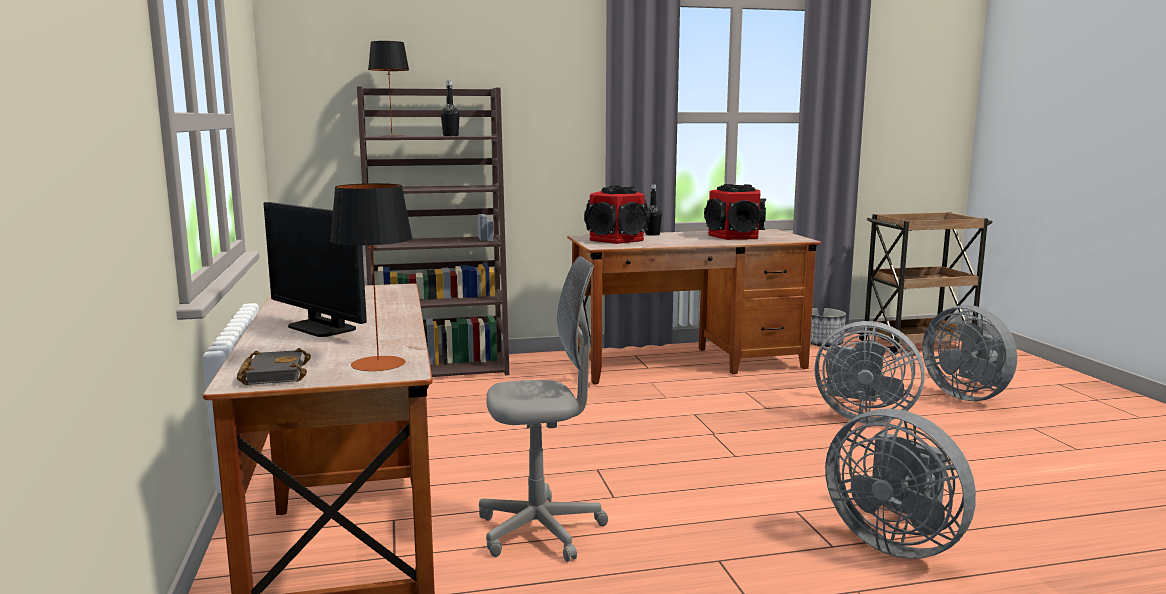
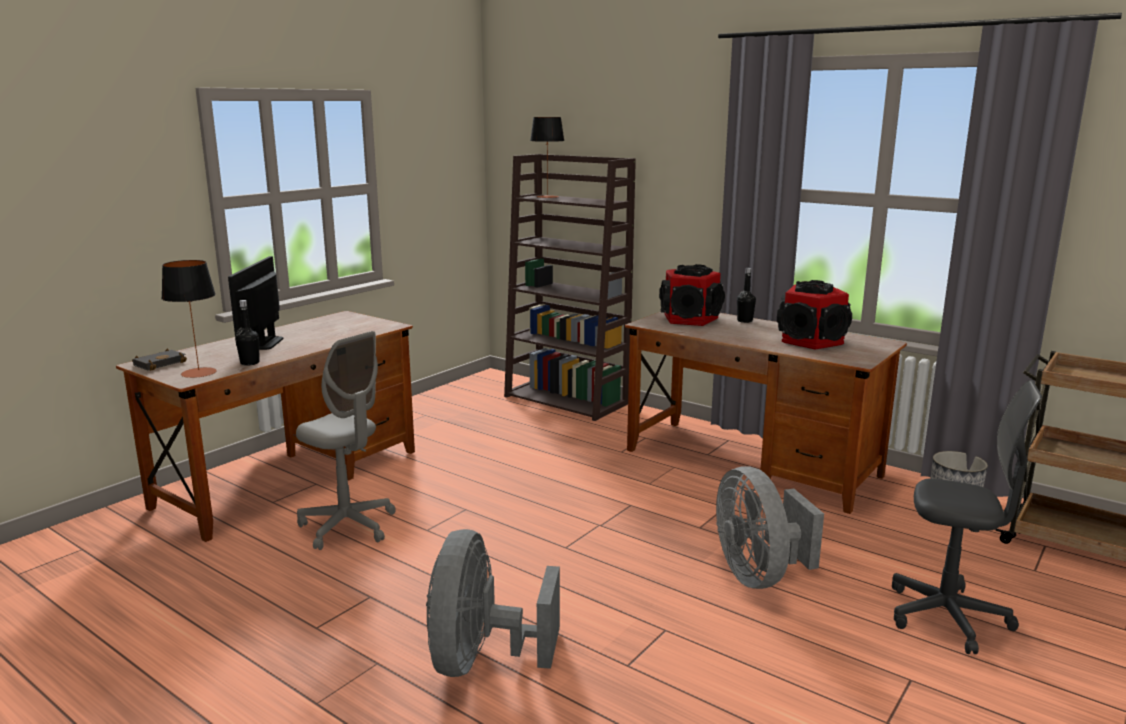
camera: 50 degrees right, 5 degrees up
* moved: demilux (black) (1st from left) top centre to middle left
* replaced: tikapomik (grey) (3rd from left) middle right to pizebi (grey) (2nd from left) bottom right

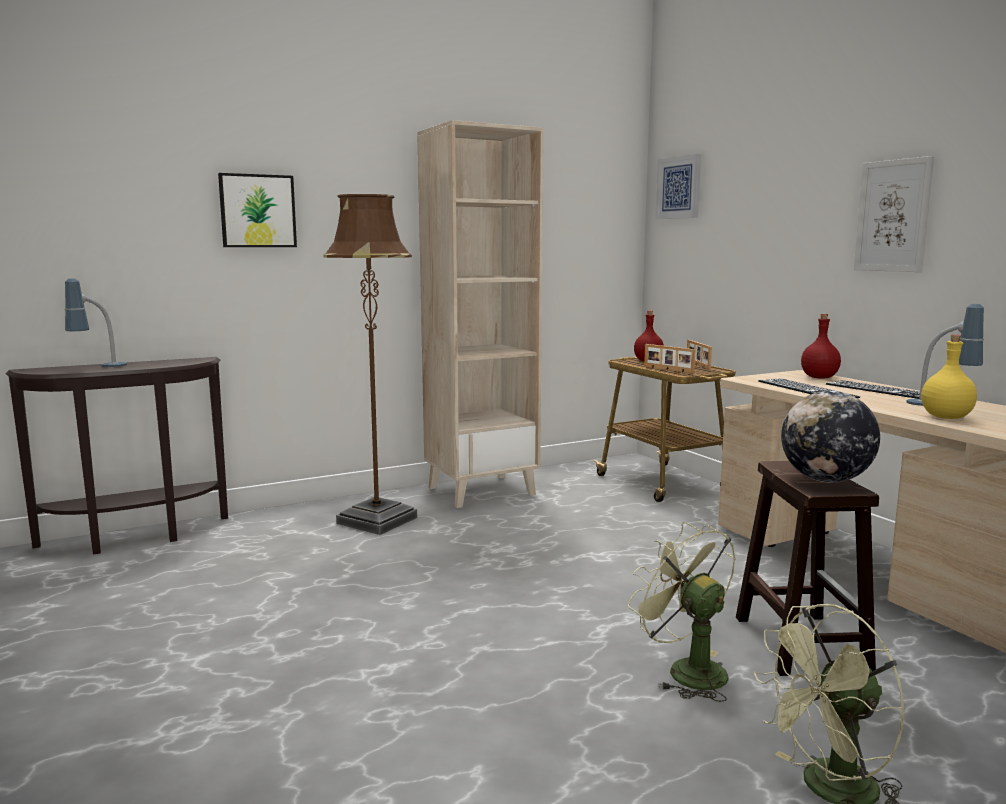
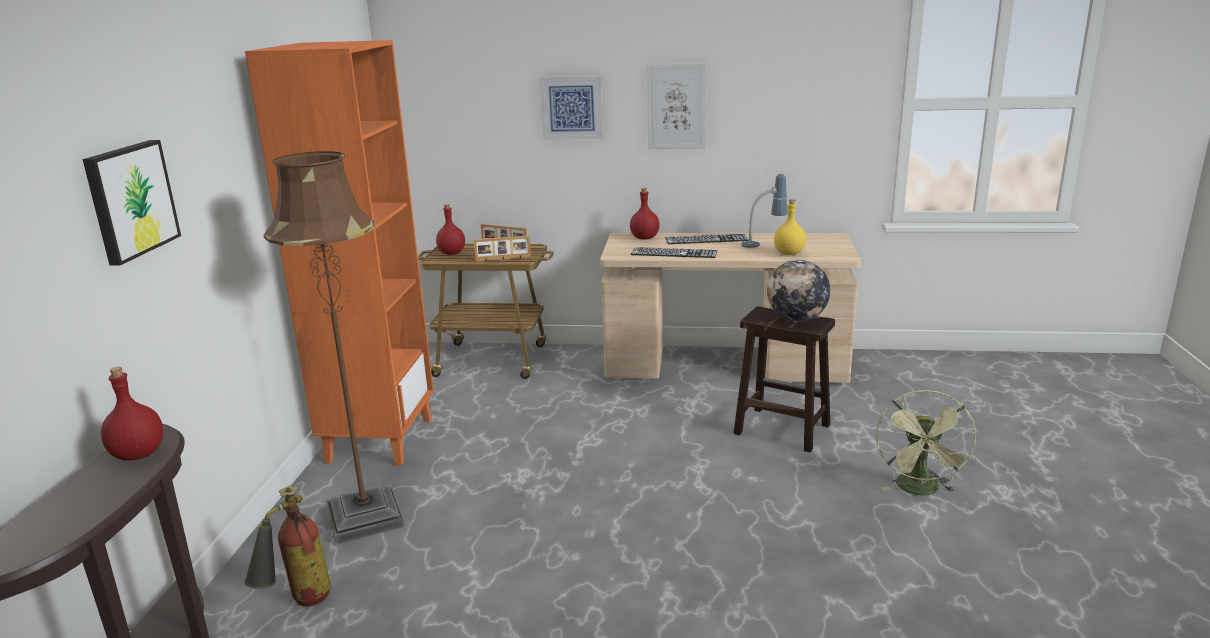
camera: 55 degrees left, 10 degrees up
* removed: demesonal (1st from left) middle left
* removed: tikapomik (green) (1st from left) bottom right
* added: demilux (red) (1st from left) middle left
* added: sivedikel bottom left
* moved: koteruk (2nd from left) top right to top centre
* recoloured: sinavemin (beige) centre to sinavemin (orange) middle left

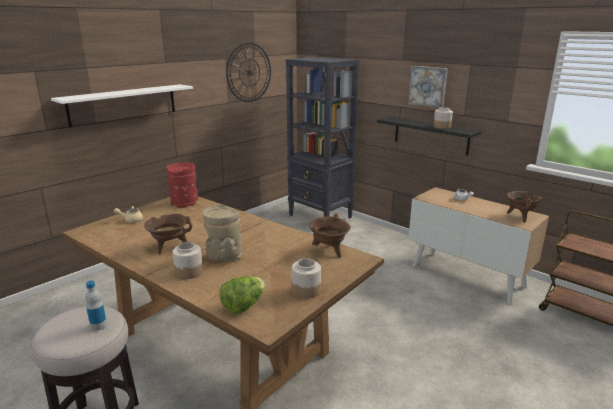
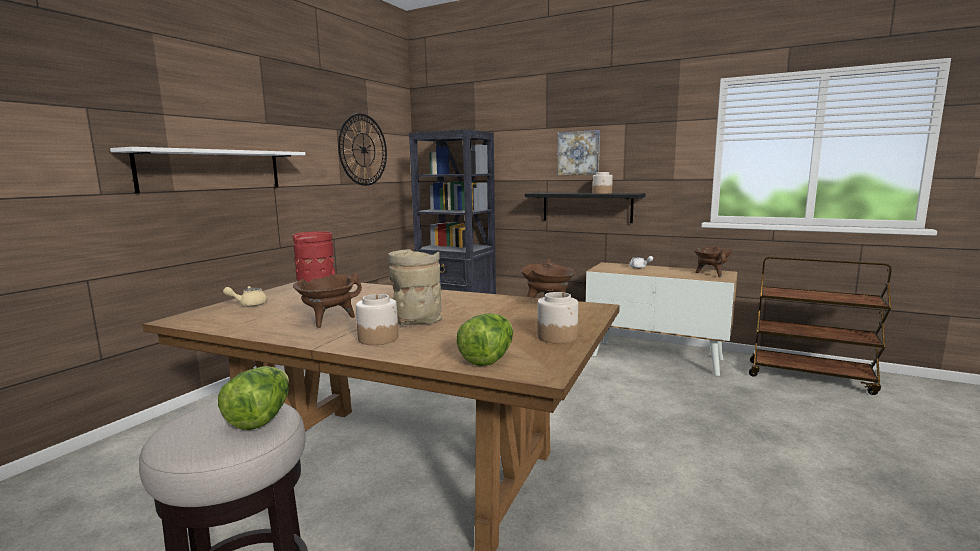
camera: 15 degrees left, 10 degrees down
* replaced: demilux bottom left to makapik (1st from left) bottom left

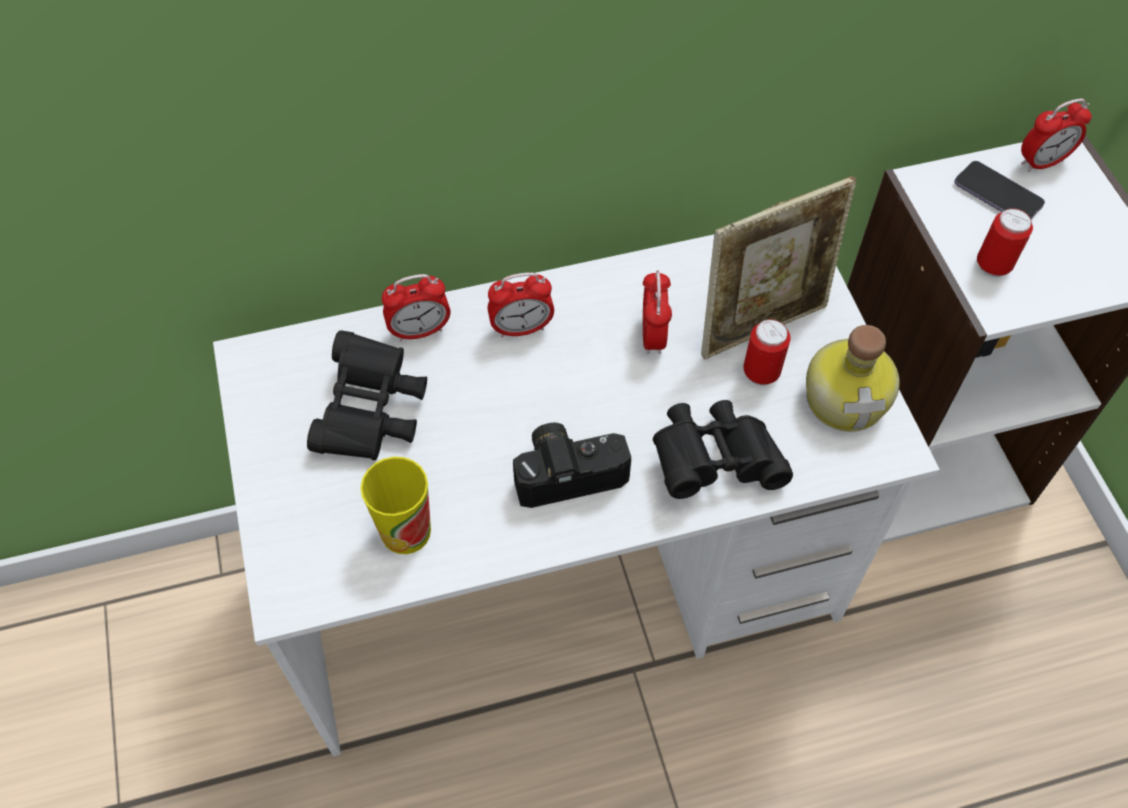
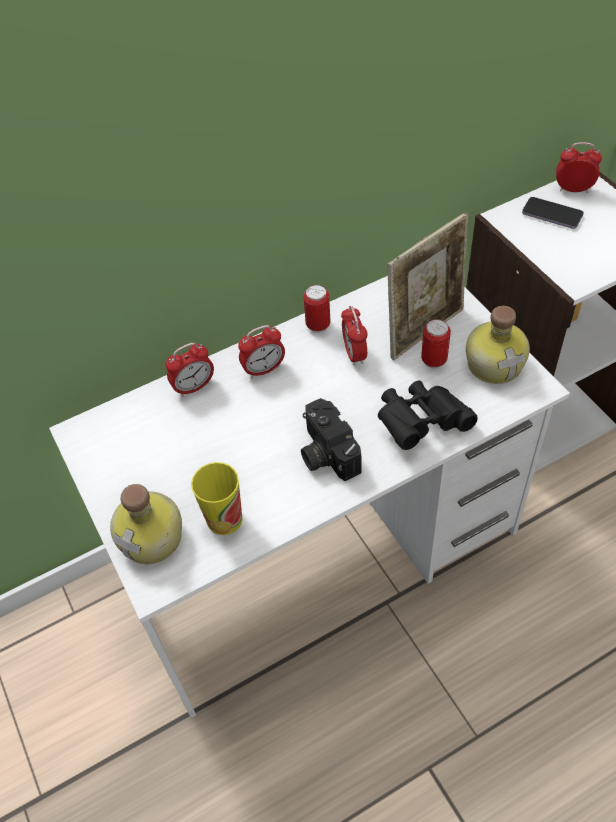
camera: 10 degrees left, 5 degrees down
* removed: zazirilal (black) (1st from left) middle left
* added: demilux (1st from left) middle left
* moved: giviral (2nd from left in the first image) top right to giviral (1st from left) centre
* turned: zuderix centre = centre 90 degrees counterclockwise
* turned: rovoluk (4th from left) top right = top right 135 degrees counterclockwise

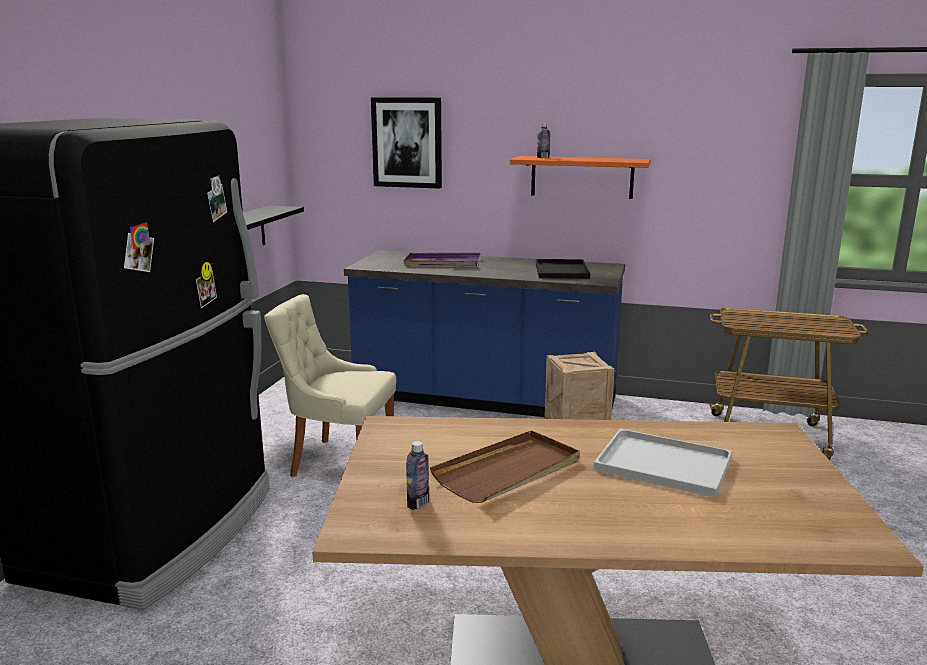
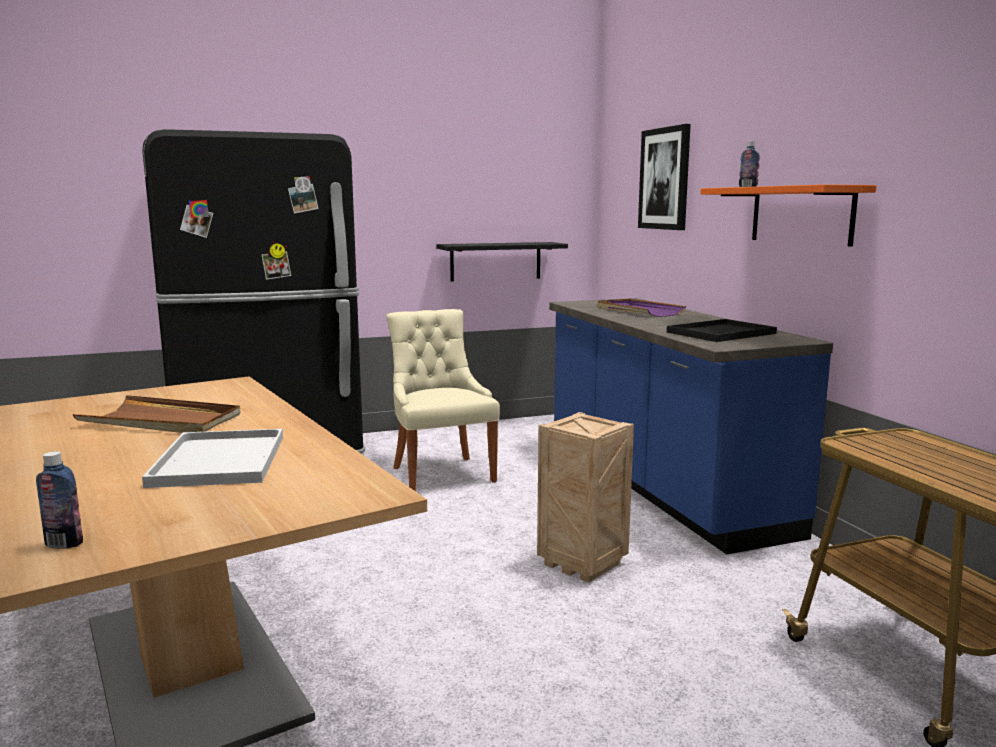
camera: 55 degrees right, 5 degrees down
* moved: demilux (1st from left) bottom centre to bottom left

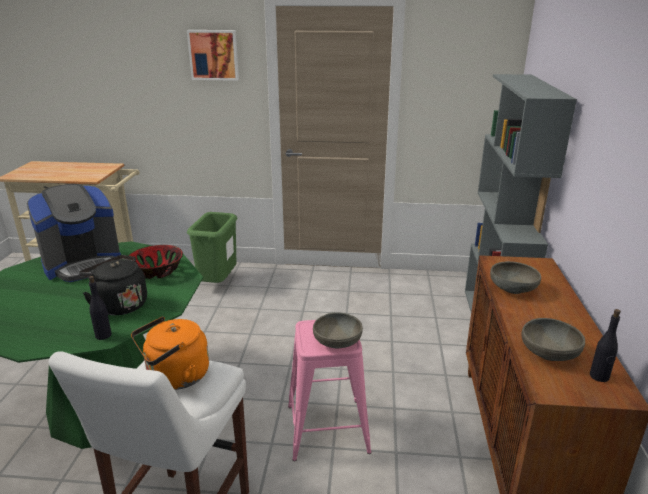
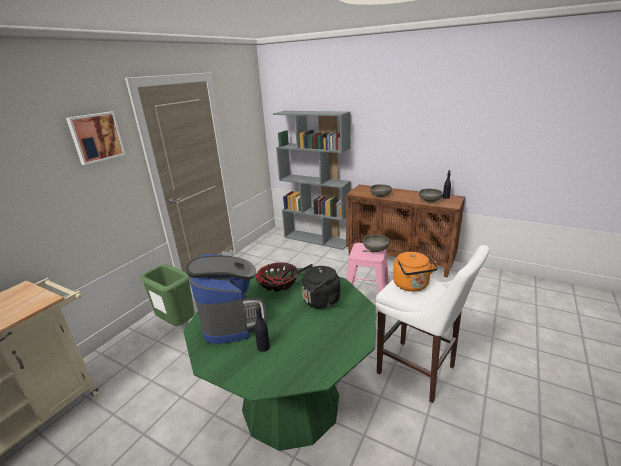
camera: 65 degrees left, 0 degrees up
* moved: demilux (black) (1st from left) middle left to bottom centre

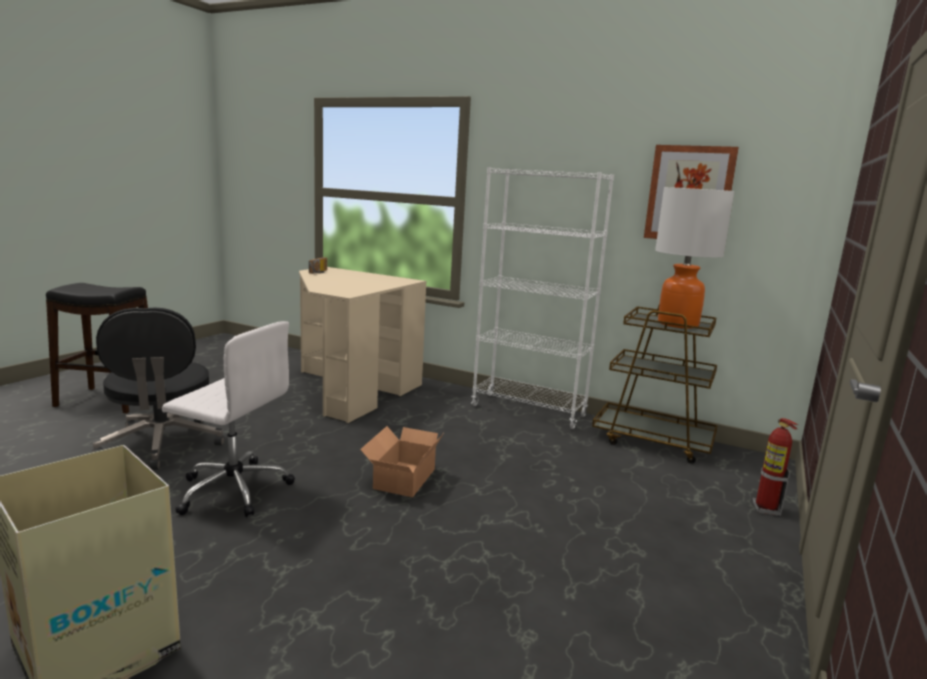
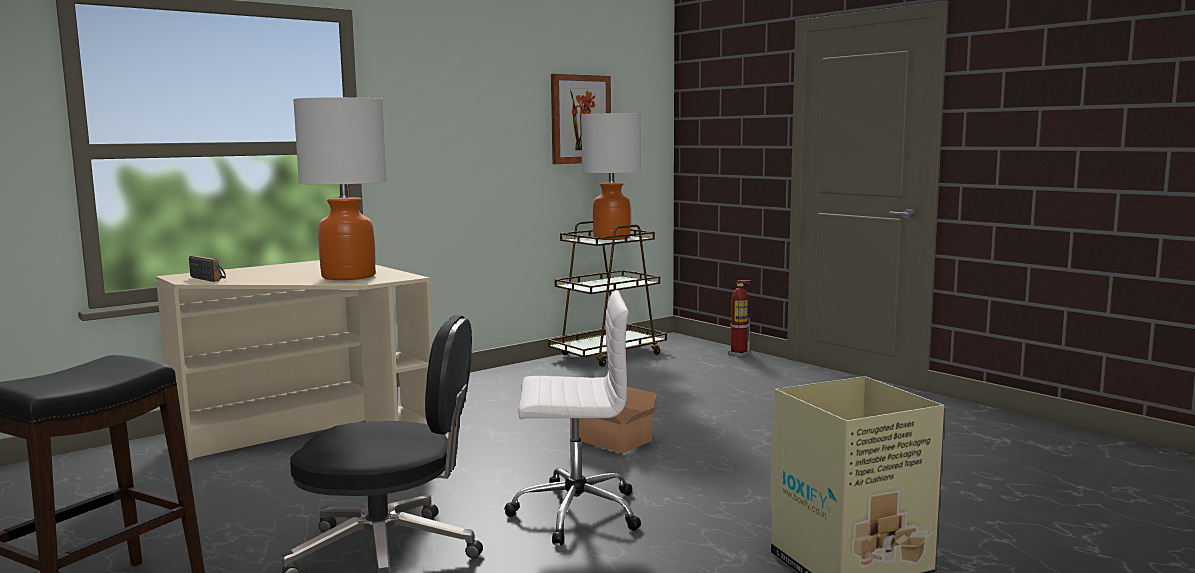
camera: 65 degrees left, 5 degrees down
* removed: sinavemin (white) centre
* added: demesonal (1st from left) top left
* turned: pizebi (white) middle left = bottom centre 45 degrees clockwise

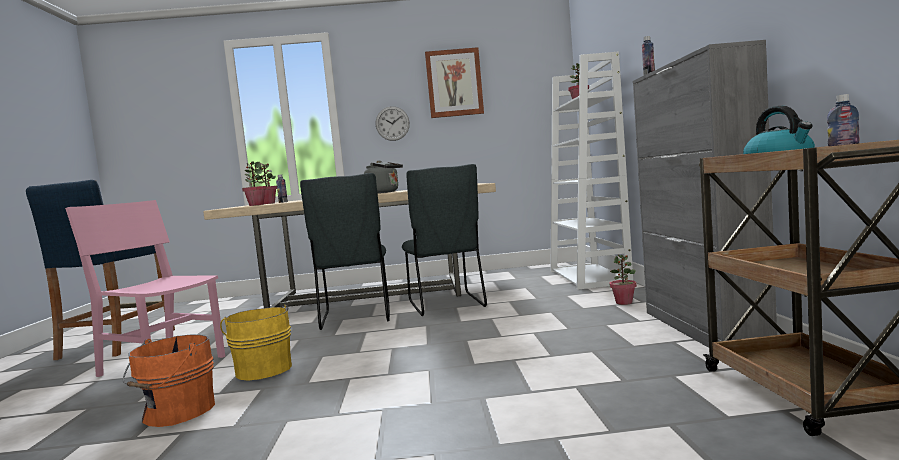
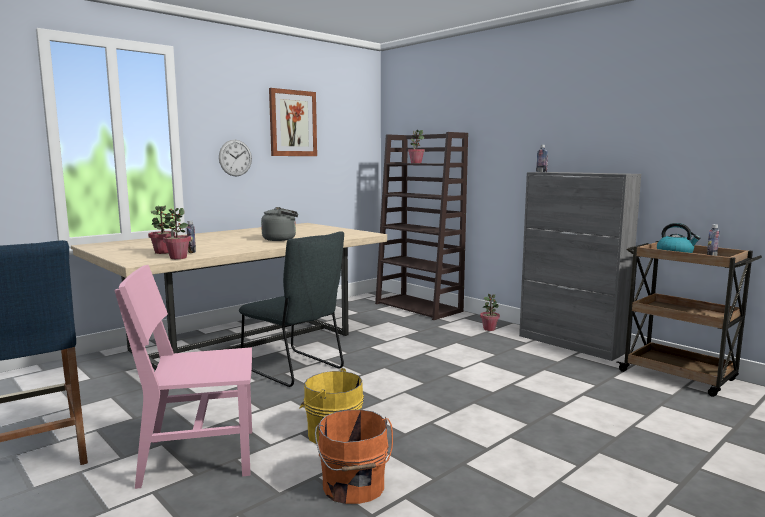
camera: 40 degrees left, 5 degrees up
* removed: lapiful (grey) (2nd from left) centre
* recoloured: sinavemin (white) centre to sinavemin (brown) centre

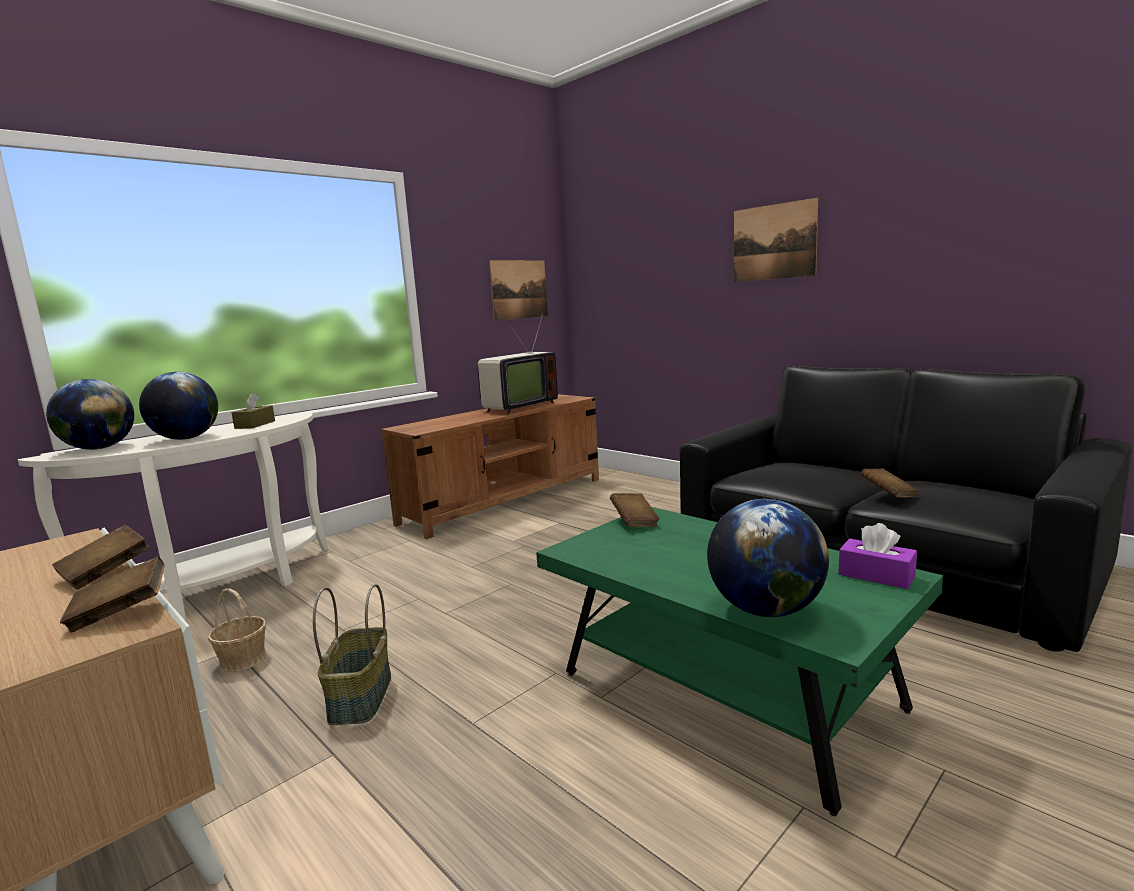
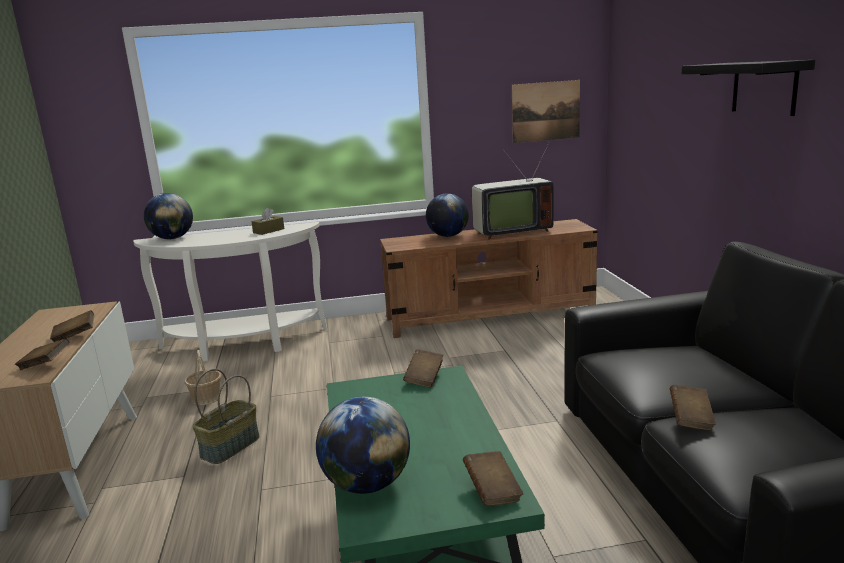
camera: 35 degrees right, 5 degrees up
* moved: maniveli (2nd from left in the first image) middle left to maniveli (3rd from left) centre
* replaced: koteruk (2nd from left) top right to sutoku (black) top right
* replaced: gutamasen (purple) middle right to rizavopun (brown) (4th from left) bottom centre

